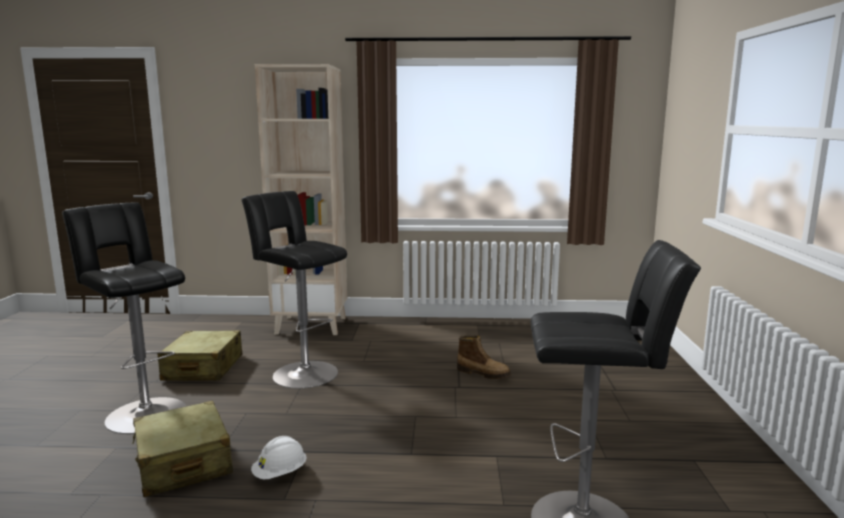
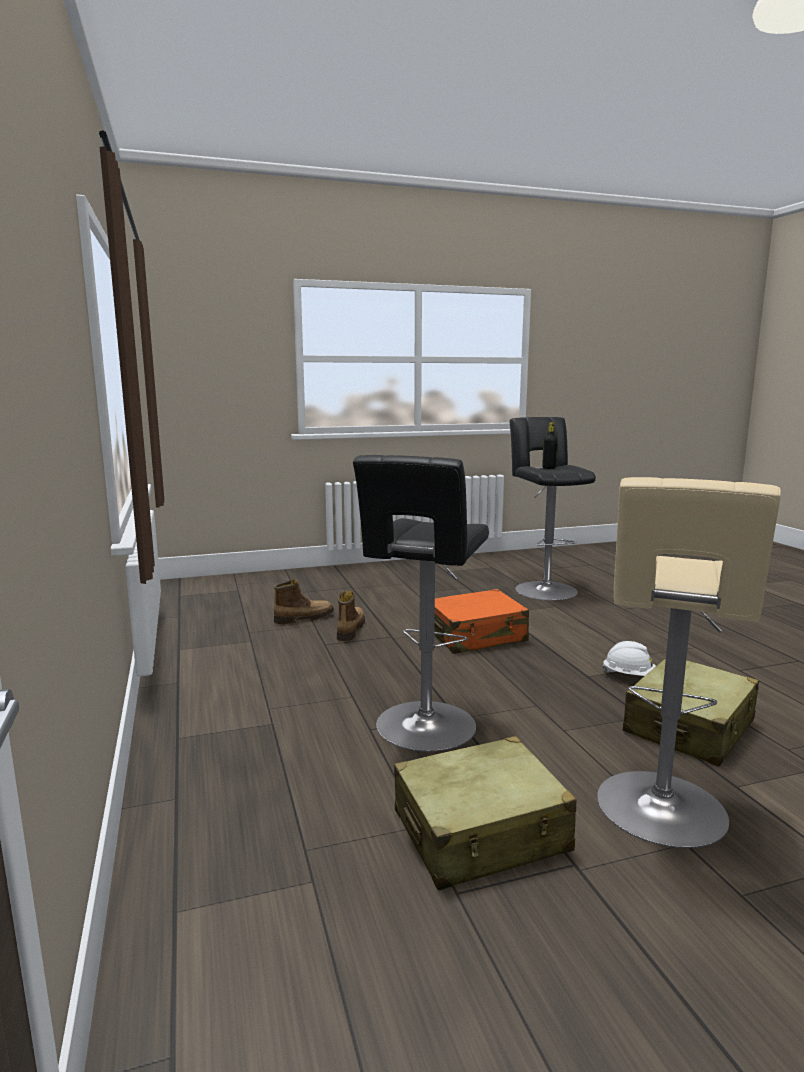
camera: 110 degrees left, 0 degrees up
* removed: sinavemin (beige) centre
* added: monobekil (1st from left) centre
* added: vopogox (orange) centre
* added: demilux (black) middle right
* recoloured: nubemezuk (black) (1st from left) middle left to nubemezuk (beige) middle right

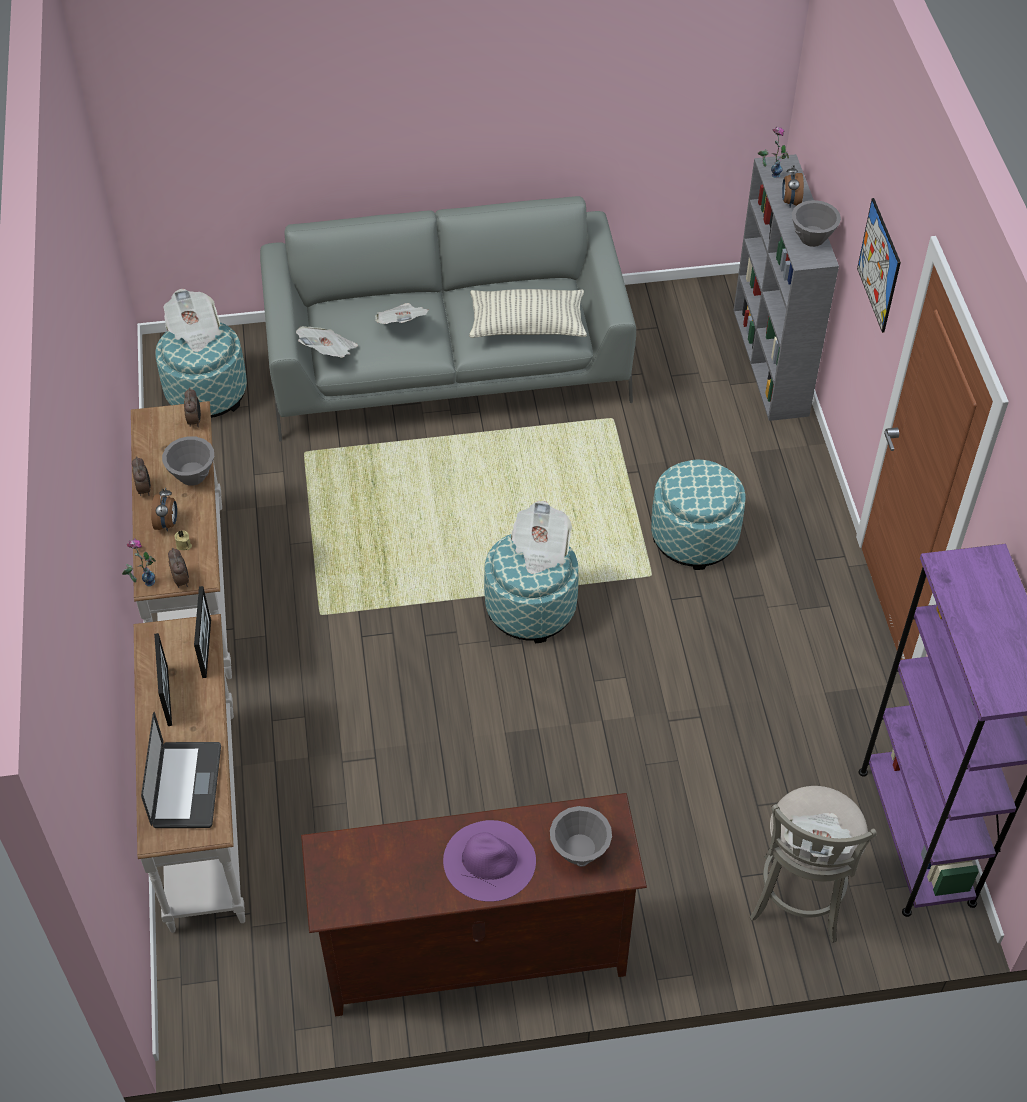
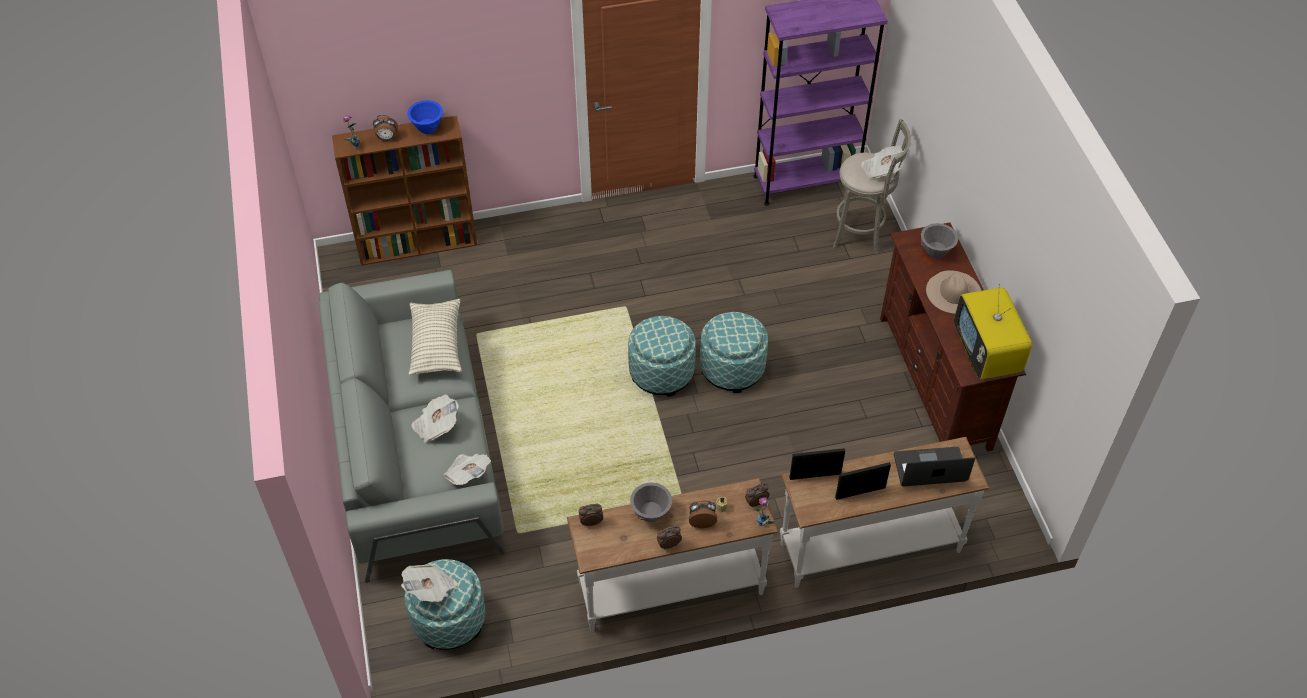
camera: 95 degrees left, 0 degrees up
* removed: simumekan (4th from left) centre
* removed: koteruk top right
* added: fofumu middle right
* moved: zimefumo (3rd from left) middle right to centre
* recoloured: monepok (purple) bottom centre to monepok (beige) middle right
* recoloured: sinavemin (grey) top right to sinavemin (brown) top left
* recoloured: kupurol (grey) (3rd from left) top right to kupurol (blue) top left

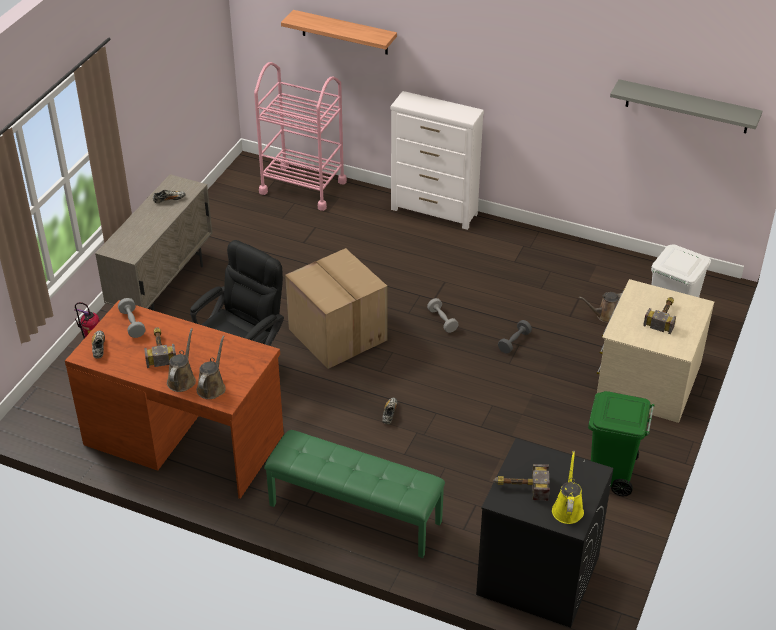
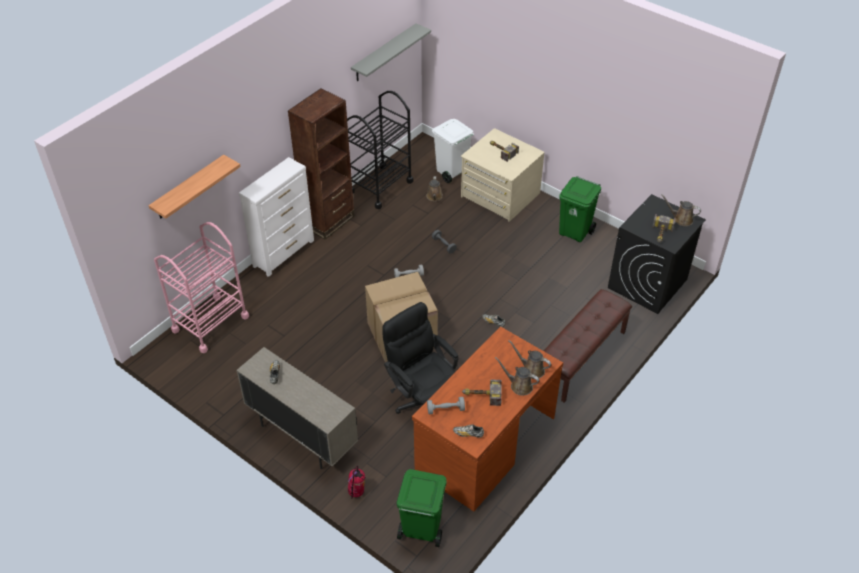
camera: 75 degrees left, 5 degrees up
* added: sinavemin (brown) top centre
* added: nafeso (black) top centre
* added: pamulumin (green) (1st from left) bottom centre
* recoloured: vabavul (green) bottom centre to vabavul (brown) middle right
* recoloured: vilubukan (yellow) bottom right to vilubukan (brown) (4th from left) middle right

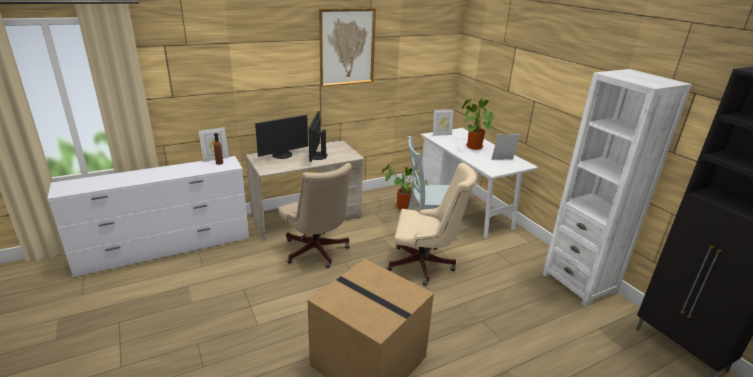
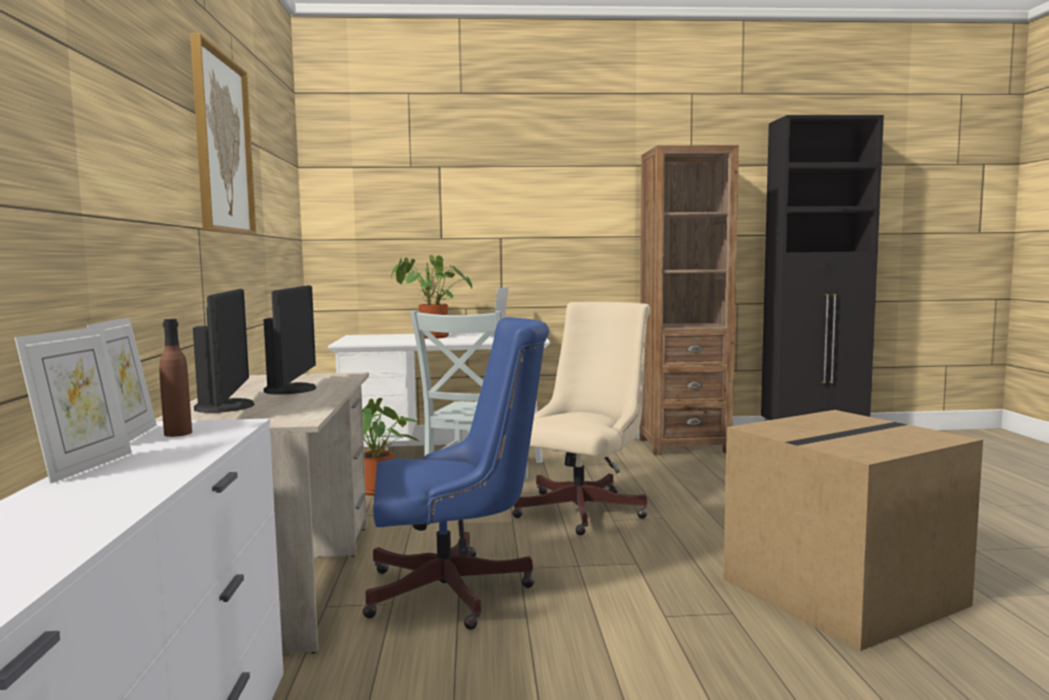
camera: 65 degrees left, 20 degrees down
* moved: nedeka (2nd from left in the first image) top centre to nedeka (1st from left) middle left
* recoloured: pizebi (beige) (1st from left) centre to pizebi (blue) bottom centre
* recoloured: sinavemin (white) middle right to sinavemin (brown) centre
* turned: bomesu (2nd from left) centre = middle left 120 degrees counterclockwise

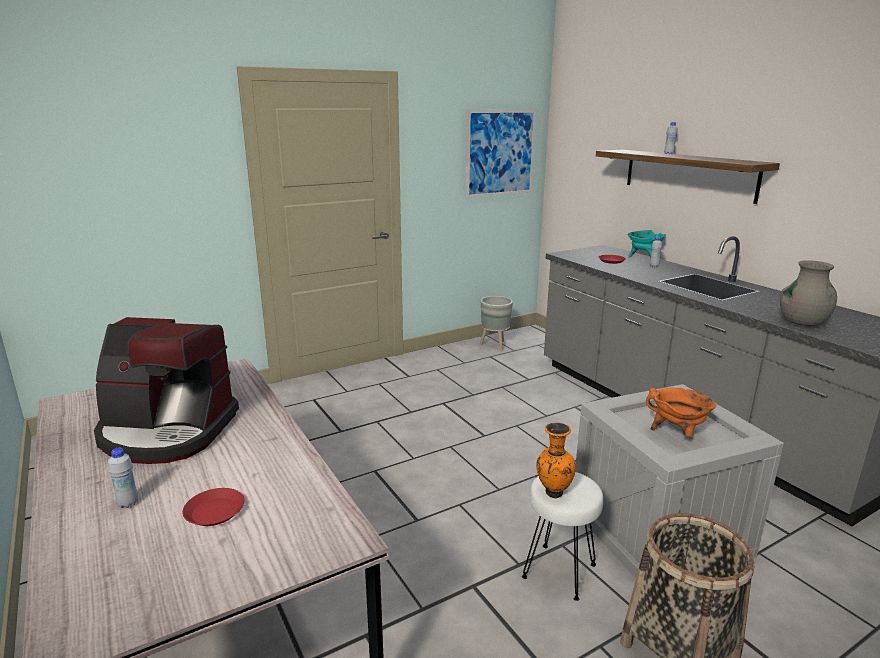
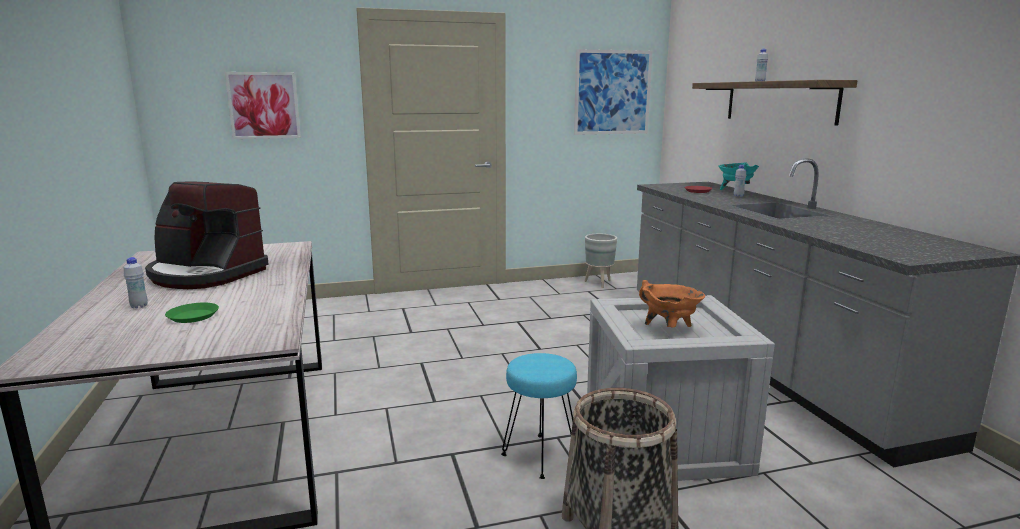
camera: 15 degrees right, 5 degrees down
* removed: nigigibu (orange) bottom centre
* removed: nigigibu (grey) middle right
* added: koteruk (1st from left) top left
* recoloured: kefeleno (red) (1st from left) bottom left to kefeleno (green) middle left
* recoloured: nubemezuk (white) bottom centre to nubemezuk (turquoise) bottom centre

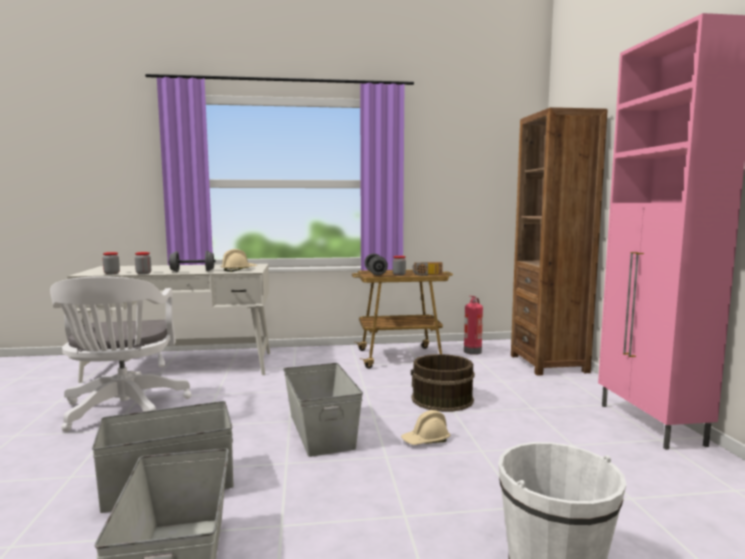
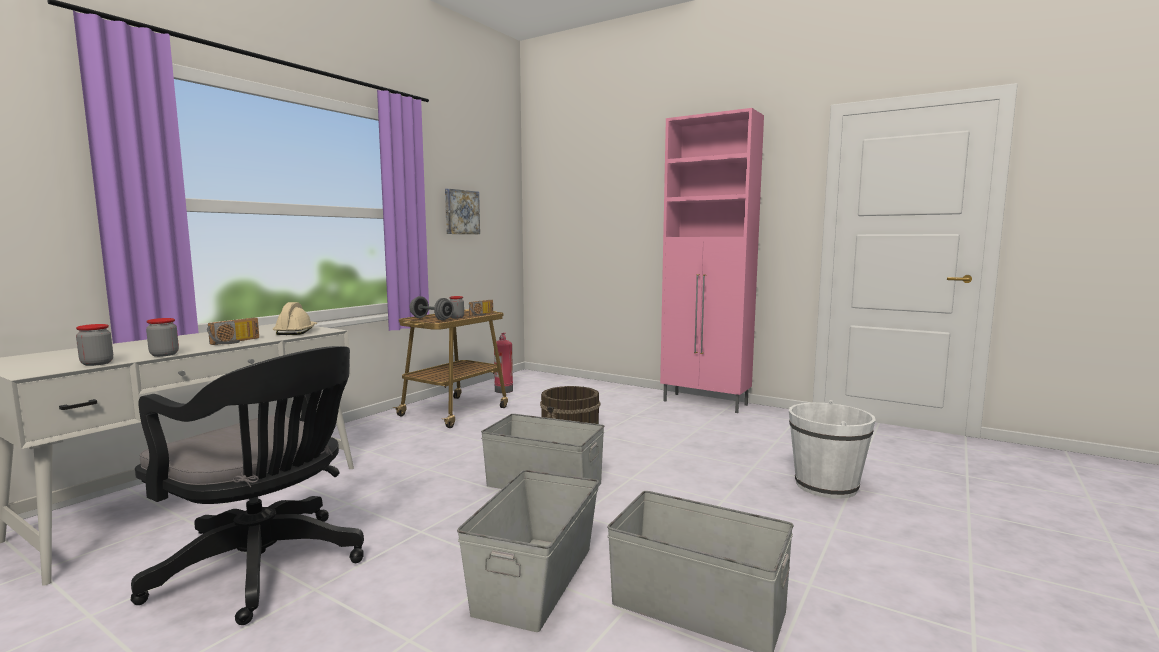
camera: 50 degrees left, 0 degrees up
* removed: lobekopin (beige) (2nd from left) bottom centre
* removed: sinavemin (brown) middle right
* added: koteruk top centre
* replaced: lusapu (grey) (1st from left) middle left to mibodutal (1st from left) middle left
* recoloured: pizebi (white) middle left to pizebi (black) bottom left

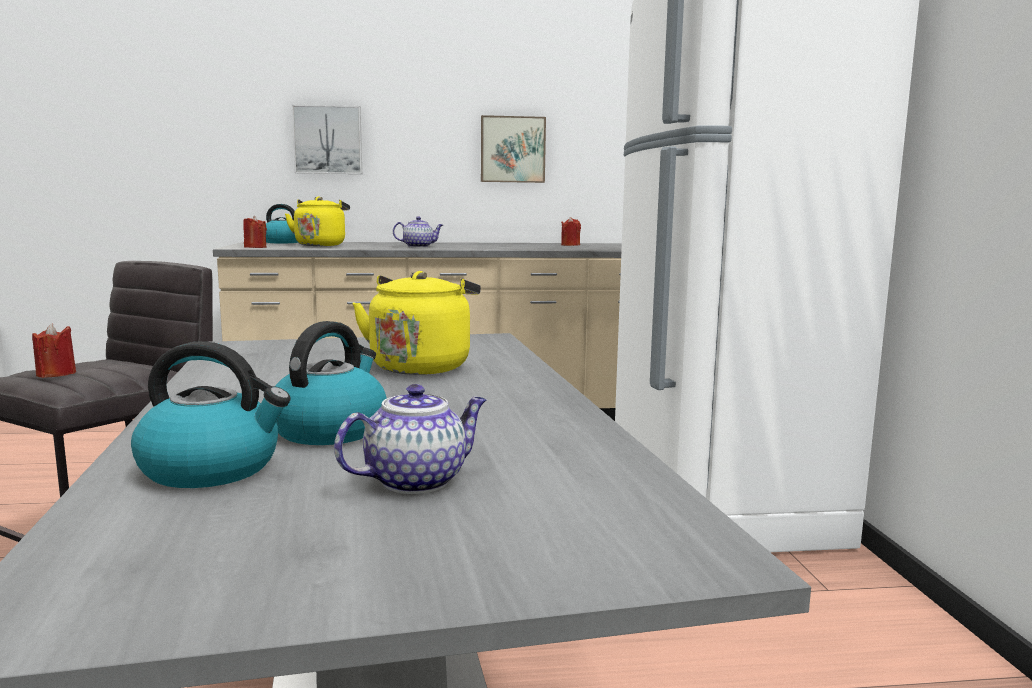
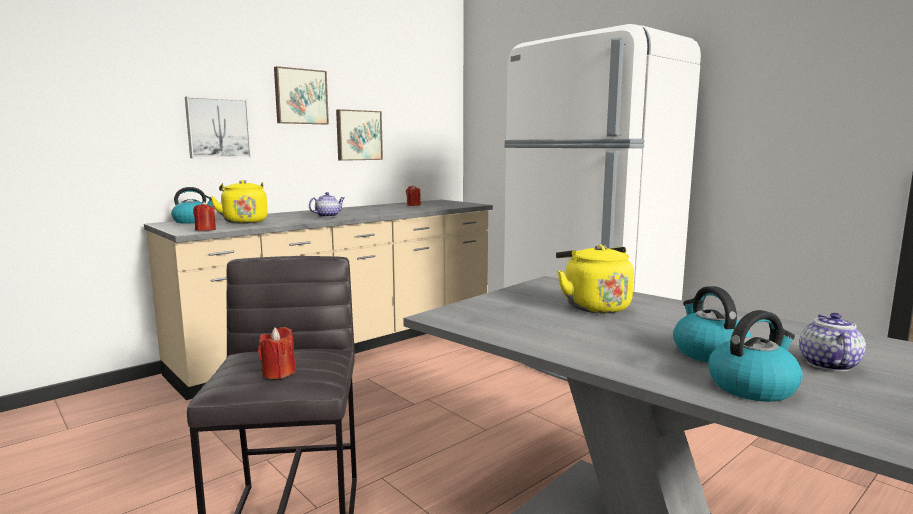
camera: 35 degrees left, 0 degrees up
* added: koteruk (2nd from left) top left

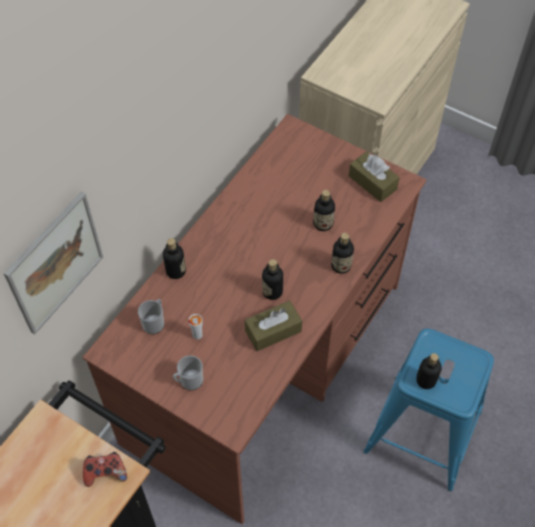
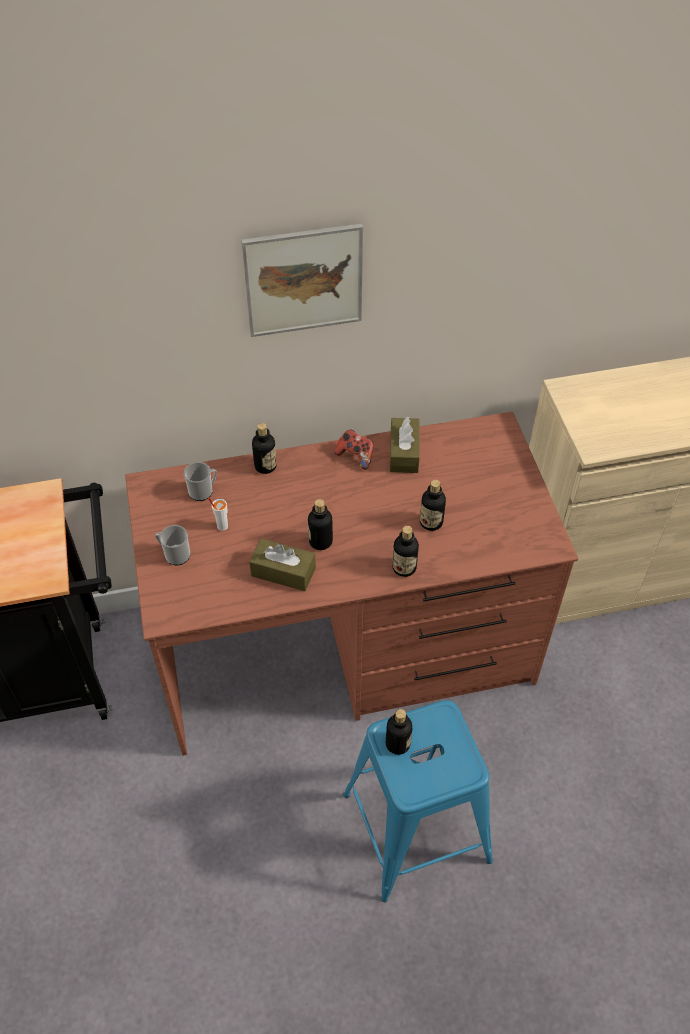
camera: 45 degrees right, 5 degrees down
* moved: koteruk middle left to top centre
* moved: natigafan bottom left to centre
* moved: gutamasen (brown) (2nd from left) middle right to centre

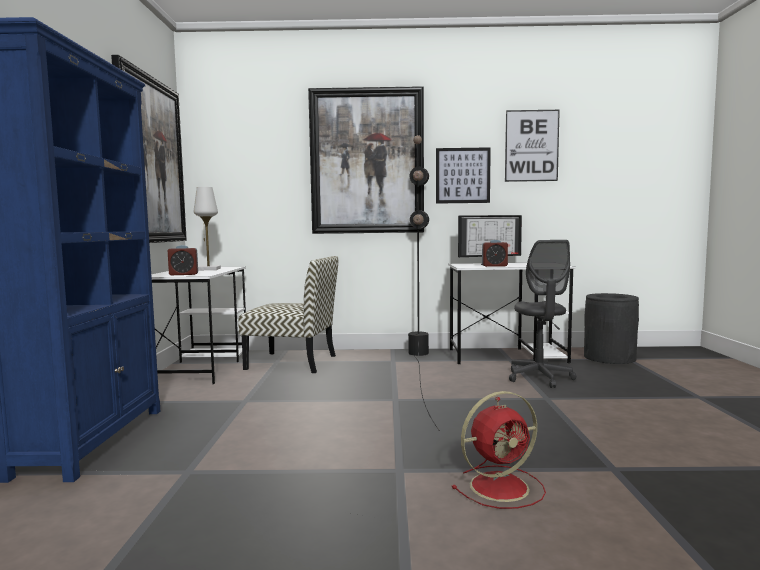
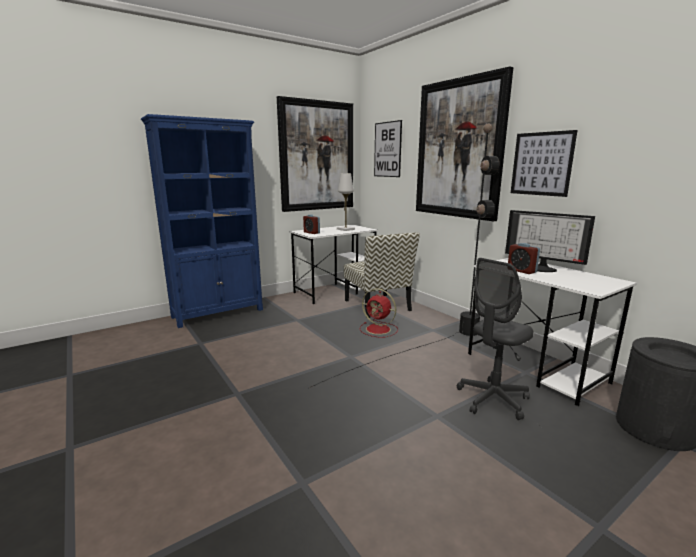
camera: 55 degrees right, 10 degrees up
* moved: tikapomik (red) bottom centre to centre
* moved: koteruk (4th from left in the first image) top right to koteruk (2nd from left) top centre

